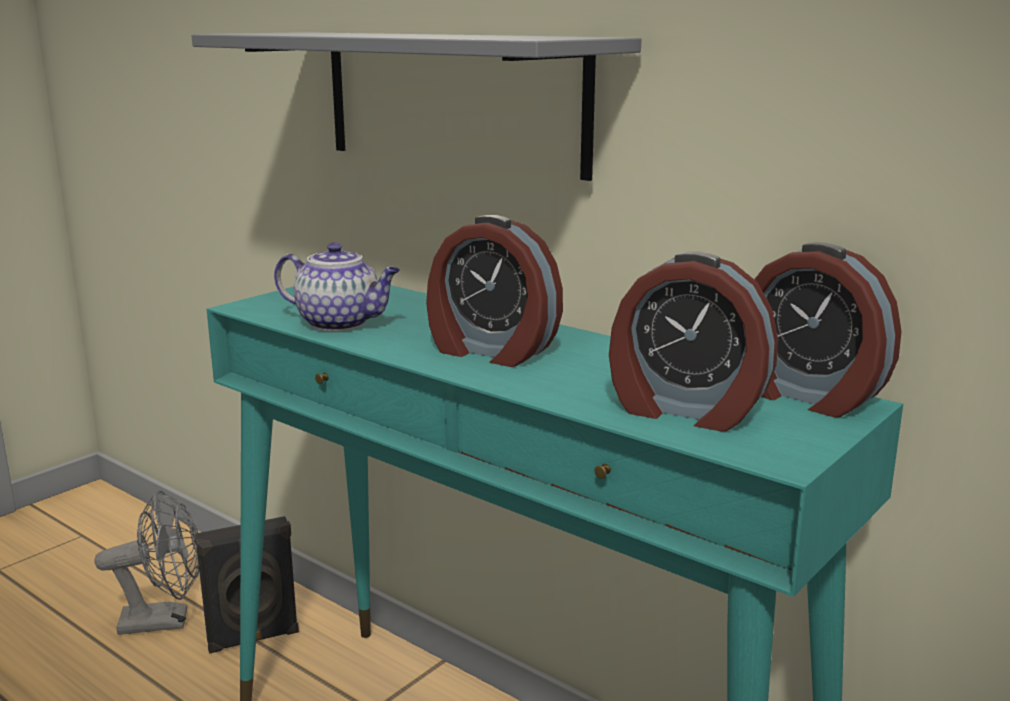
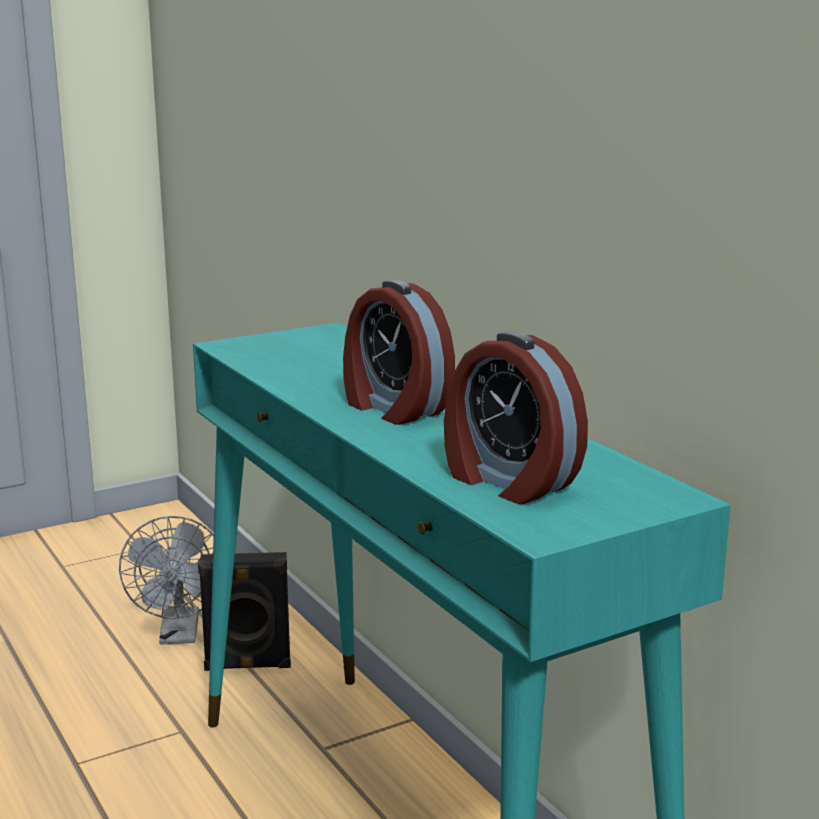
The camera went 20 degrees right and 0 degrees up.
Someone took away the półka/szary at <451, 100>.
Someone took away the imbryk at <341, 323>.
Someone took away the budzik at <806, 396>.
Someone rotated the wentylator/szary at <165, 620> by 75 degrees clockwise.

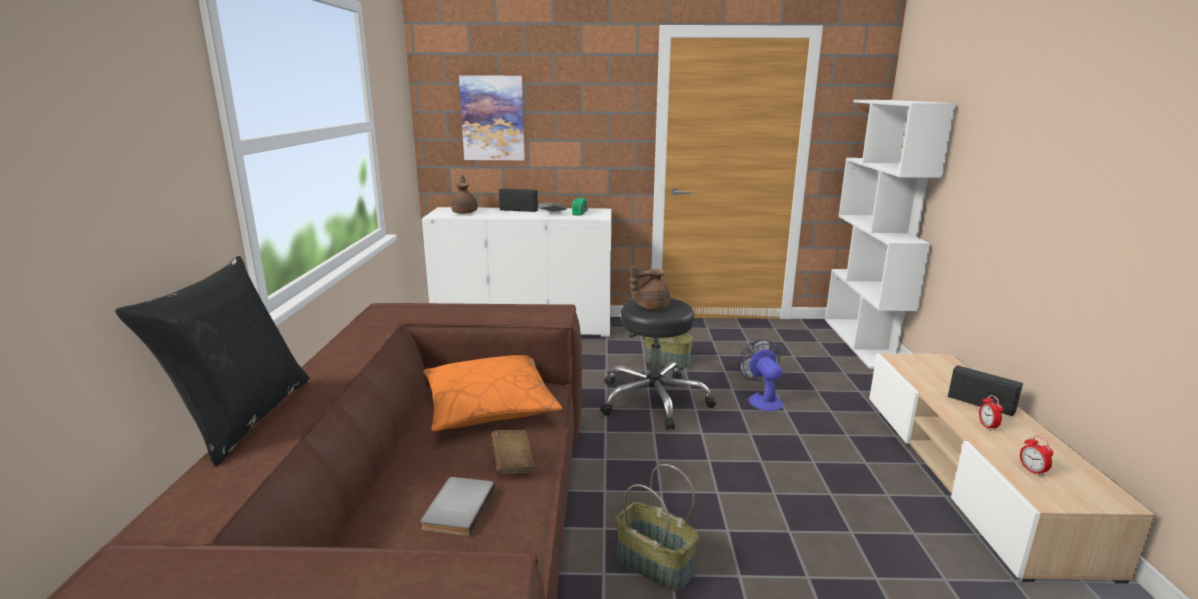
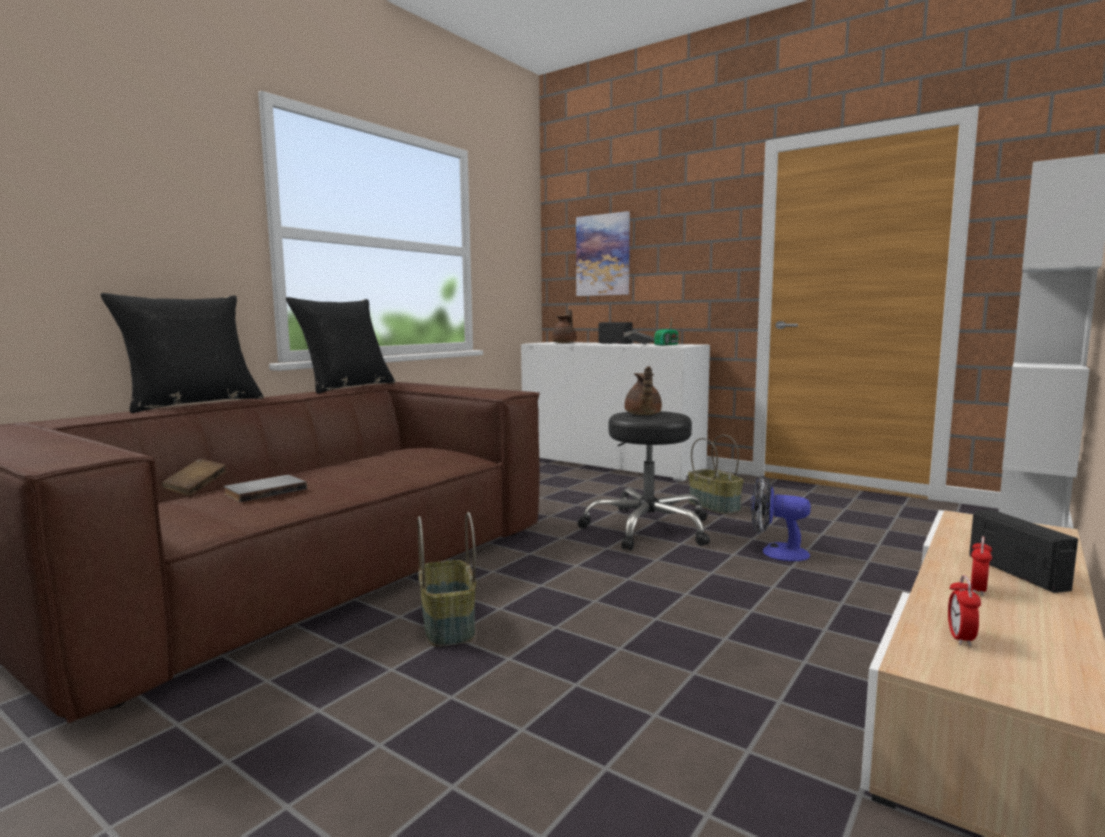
The camera went 35 degrees right and 10 degrees down.
Someone rotated the imbryk/brązowy at <650, 306> by 105 degrees counterclockwise.
Someone rotated the wentylator at <762, 399> by 90 degrees counterclockwise.
Someone took away the poduszka/pomarańczowy at <489, 405>.
Someone carried the książka/brązowy from <512, 463> to <196, 489>.
Someone put down the poduszka/czarny at <346, 387>.

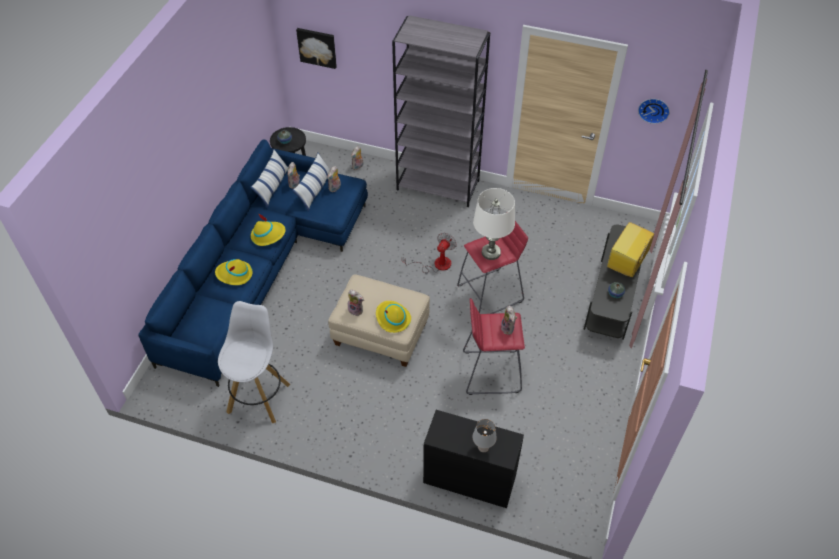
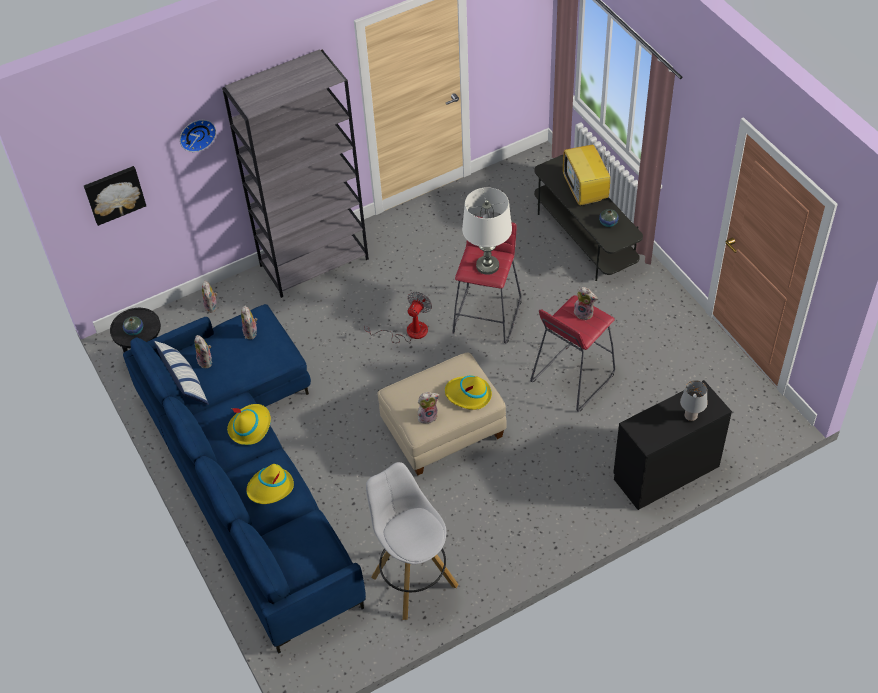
The camera went 45 degrees left and 0 degrees up.
Someone carried the zegar ścienny from <654, 109> to <196, 134>.
Someone took away the poduszka at <314, 190>.
Someone rotated the wentylator at <436, 264> by 45 degrees clockwise.

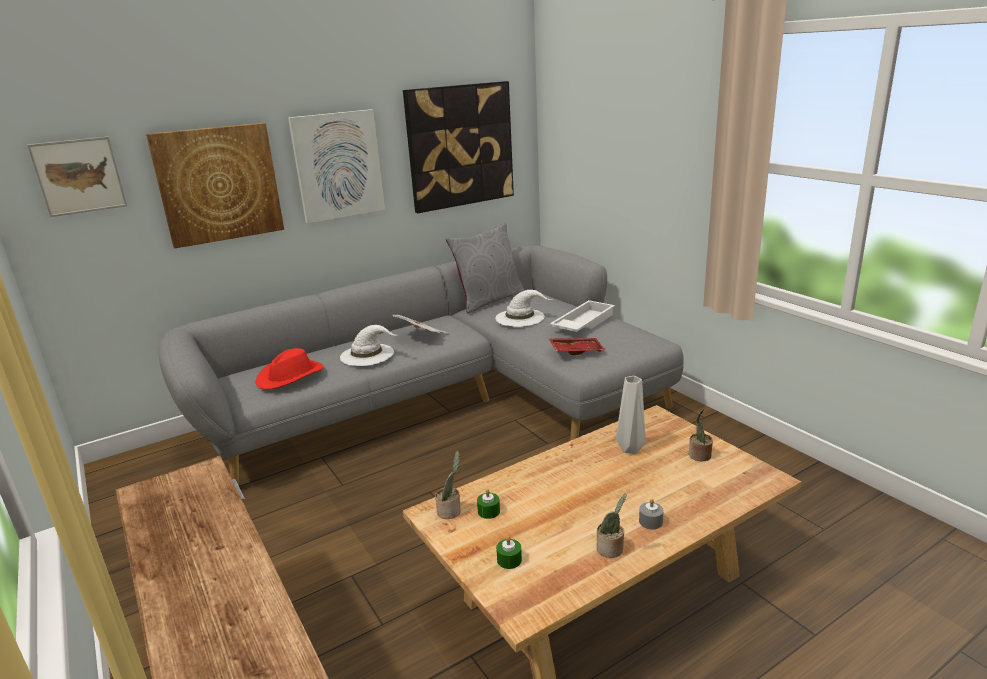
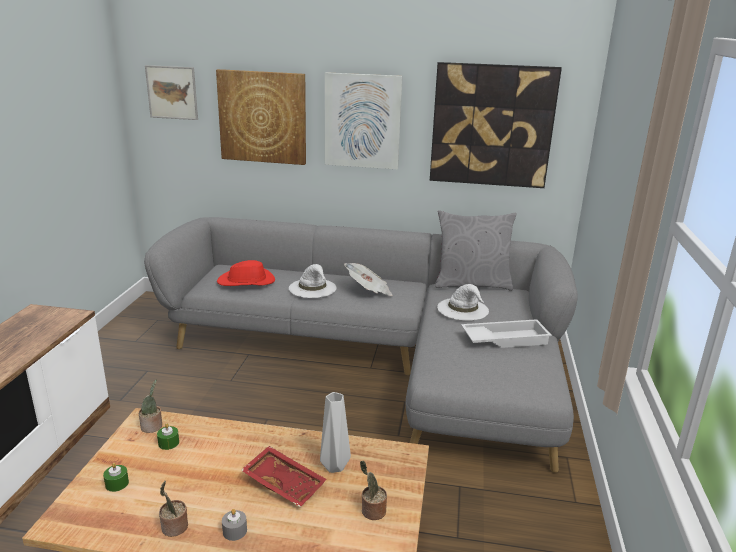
The camera went 40 degrees right and 0 degrees up.
Someone carried the taca/czerwony from <576, 351> to <285, 483>.

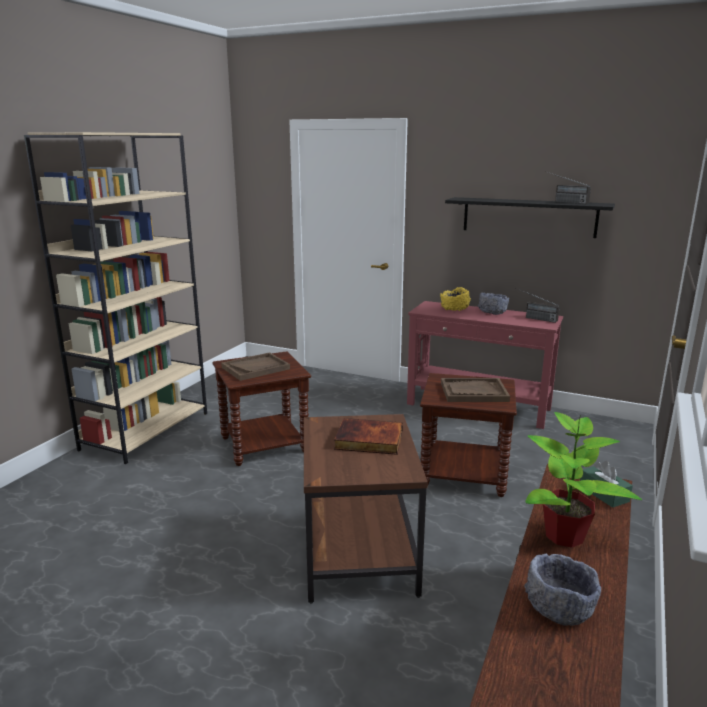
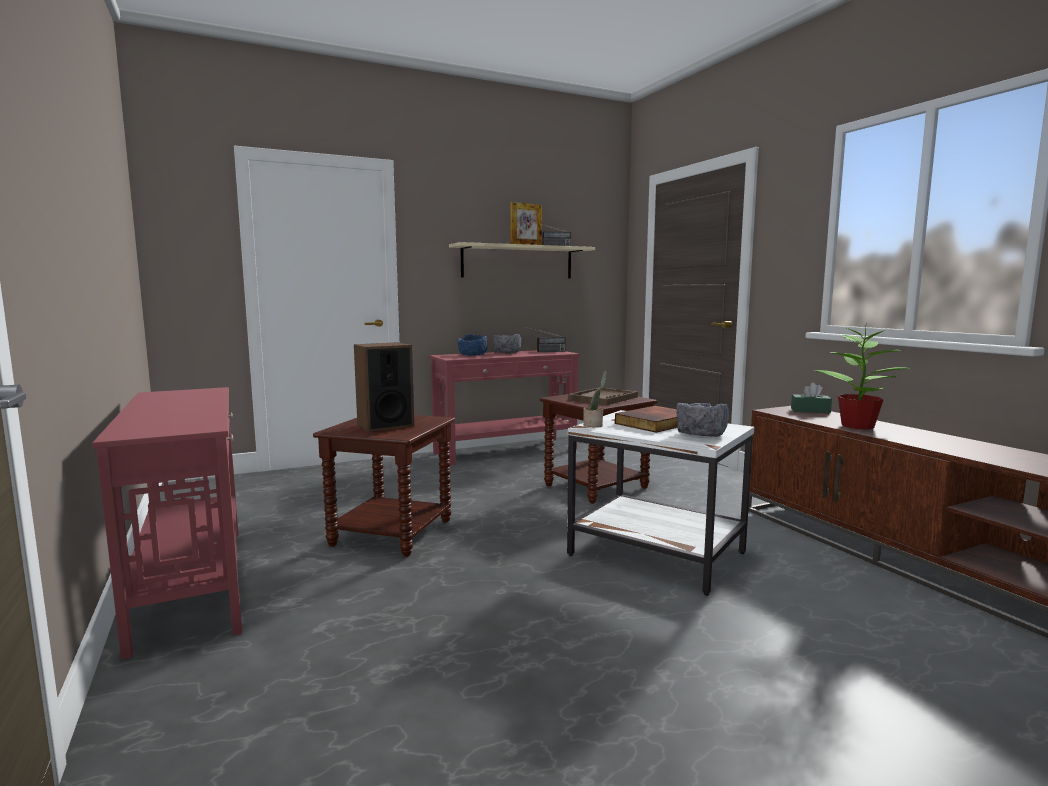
The camera went 50 degrees left and 10 degrees down.
Someone swapped the regał/beżowy at <146, 430> for the stolik konsolowy/czerwony at <193, 581>.
Someone repainted the półka/czarny at <528, 217>, which became the półka/beżowy at <517, 262>.
Someone repainted the miska/żółty at <454, 308>, which became the miska/niebieski at <472, 355>.
Someone swapped the taca/brązowy at <255, 368> for the głośnik at <385, 425>.
Someone repainted the stolik/brązowy at <360, 554>, which became the stolik/biały at <657, 554>.
Someone carried the miska/szary from <559, 607> to <700, 434>.
Someone put down the ramka na zdjęcie at <526, 244>.
Someone put down the roślina doniczkowa at <594, 425>.

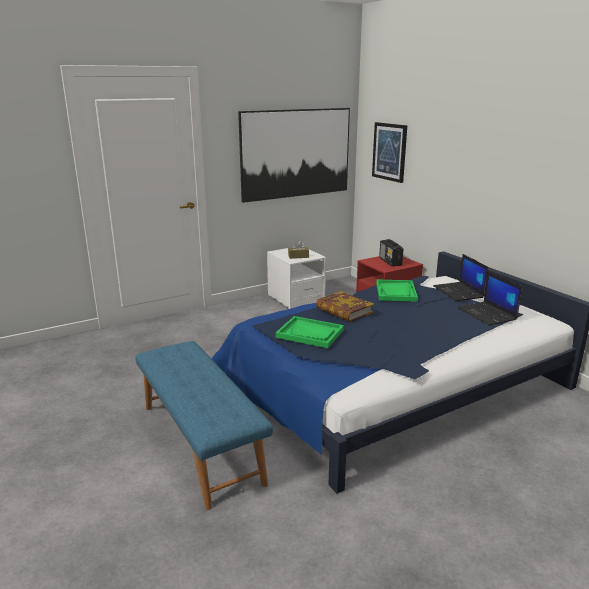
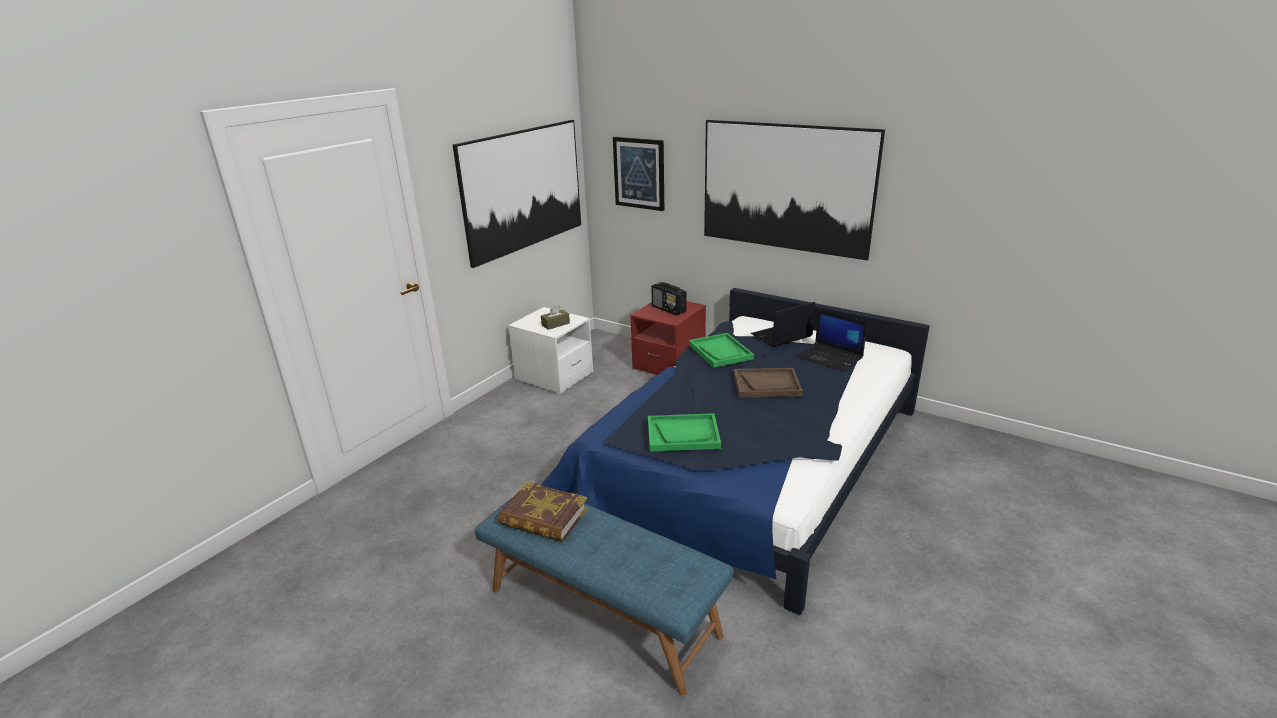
The camera went 25 degrees left and 5 degrees up.
Someone rotated the laptop at <459, 292> by 105 degrees clockwise.
Someone carried the książka from <344, 310> to <543, 517>.
Someone put up the obraz at <785, 187>.
Someone put down the taca/brązowy at <767, 384>.

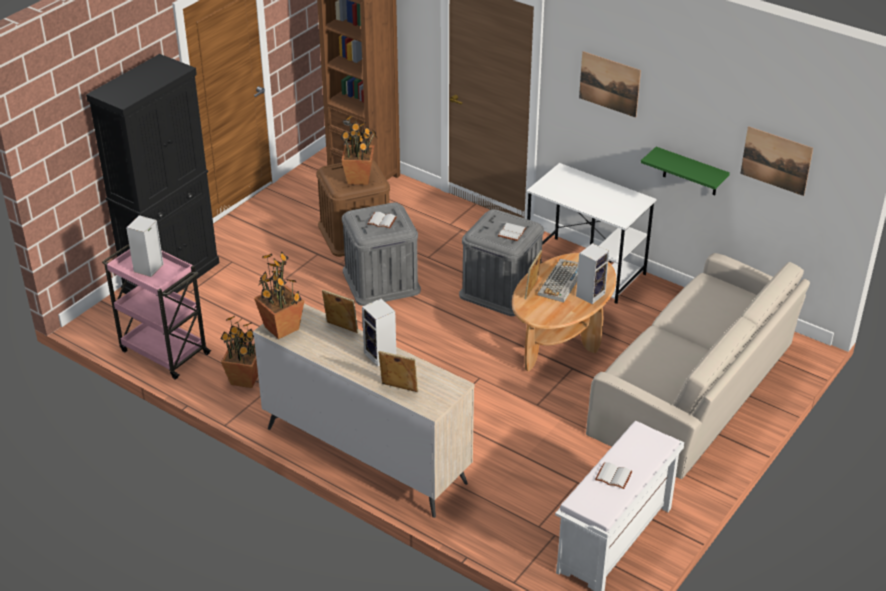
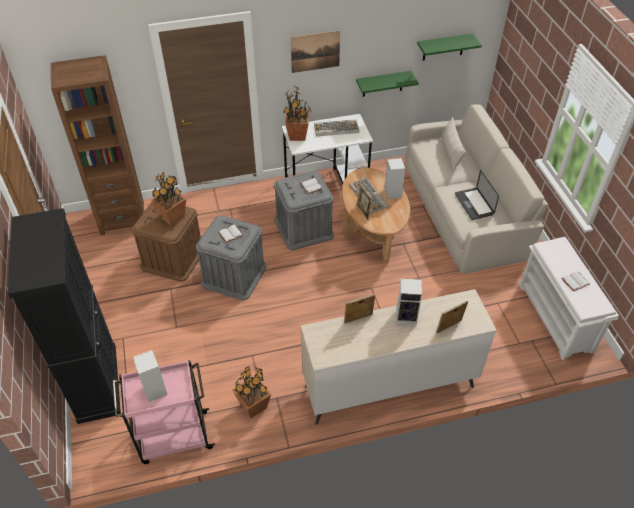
The camera went 50 degrees left and 10 degrees up.
Someone swapped the obraz at <776, 160> for the półka/zielony at <443, 47>.
Someone carried the roślina doniczkowa from <281, 328> to <297, 136>.
Someone put down the poduszka/beżowy at <450, 153>.
Someone put down the klawiatura at <336, 128>.
Someone put down the laptop at <474, 204>.

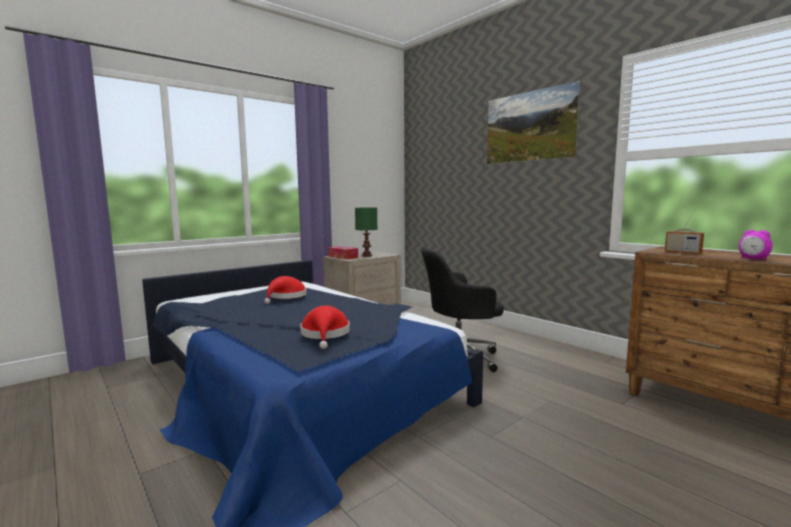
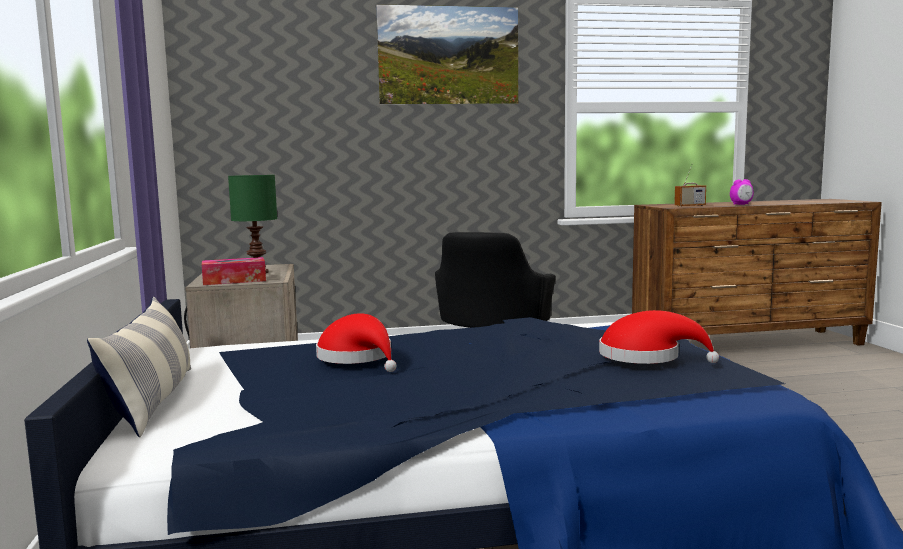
The camera went 60 degrees left and 0 degrees up.
Someone put down the poduszka at <153, 400>.

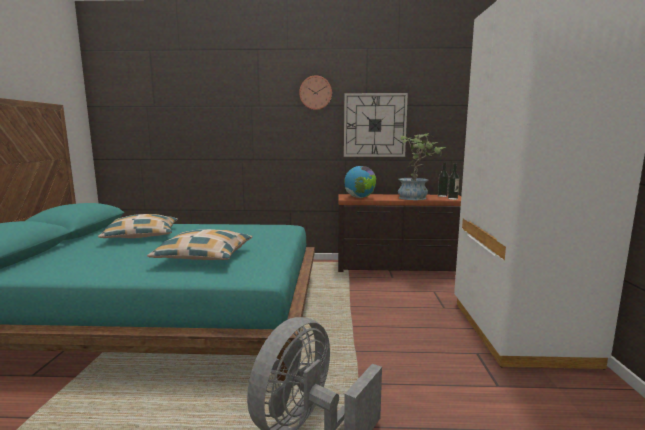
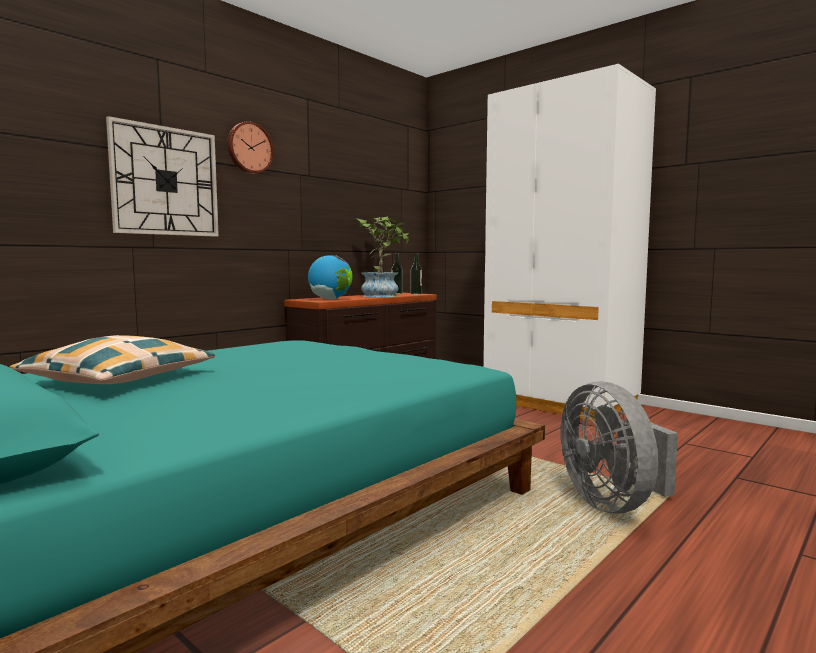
The camera went 50 degrees left and 5 degrees down.
Someone carried the zegar ścienny from <374, 125> to <165, 181>.
Someone took away the poduszka at <205, 256>.

